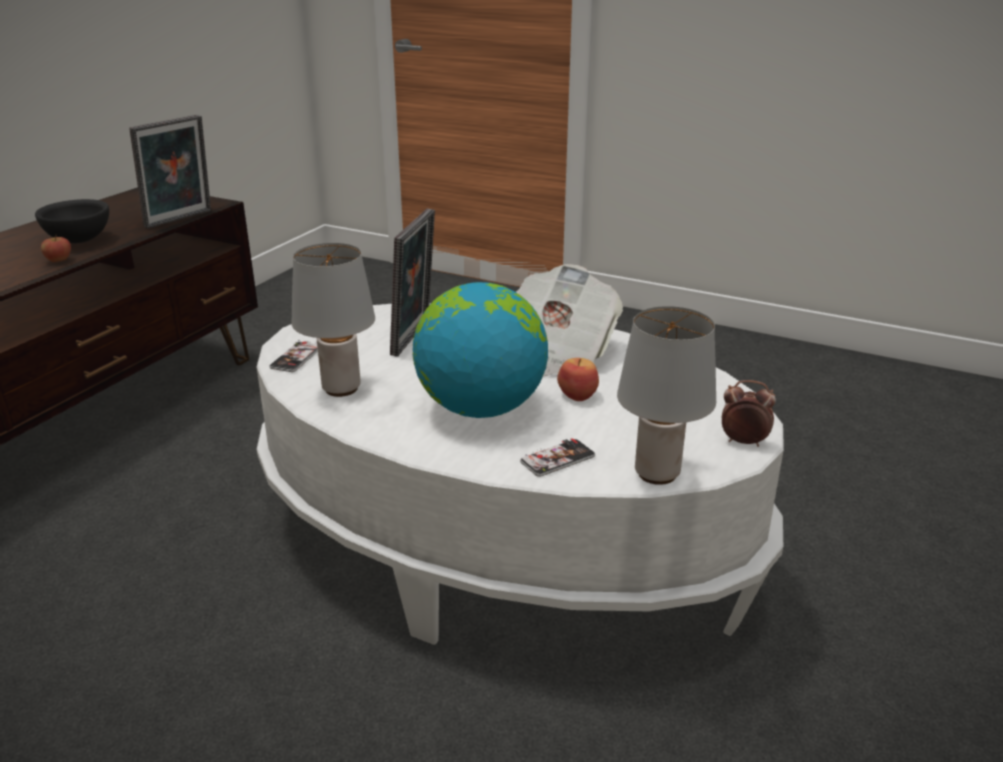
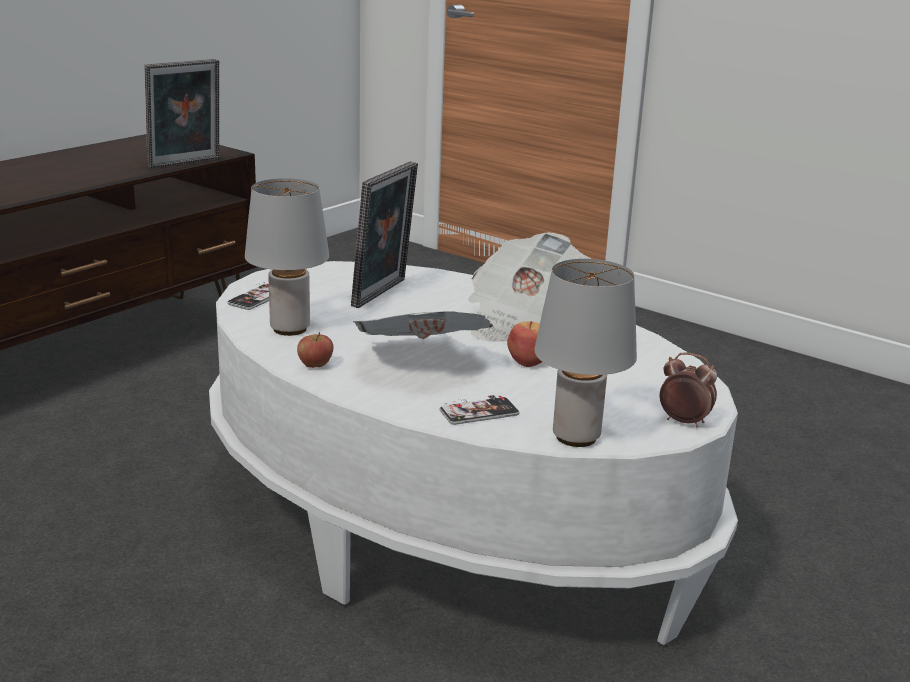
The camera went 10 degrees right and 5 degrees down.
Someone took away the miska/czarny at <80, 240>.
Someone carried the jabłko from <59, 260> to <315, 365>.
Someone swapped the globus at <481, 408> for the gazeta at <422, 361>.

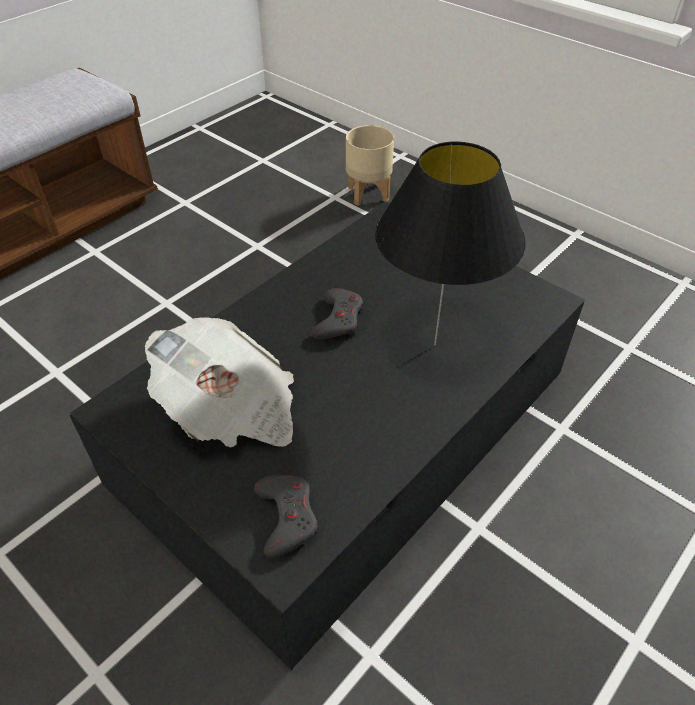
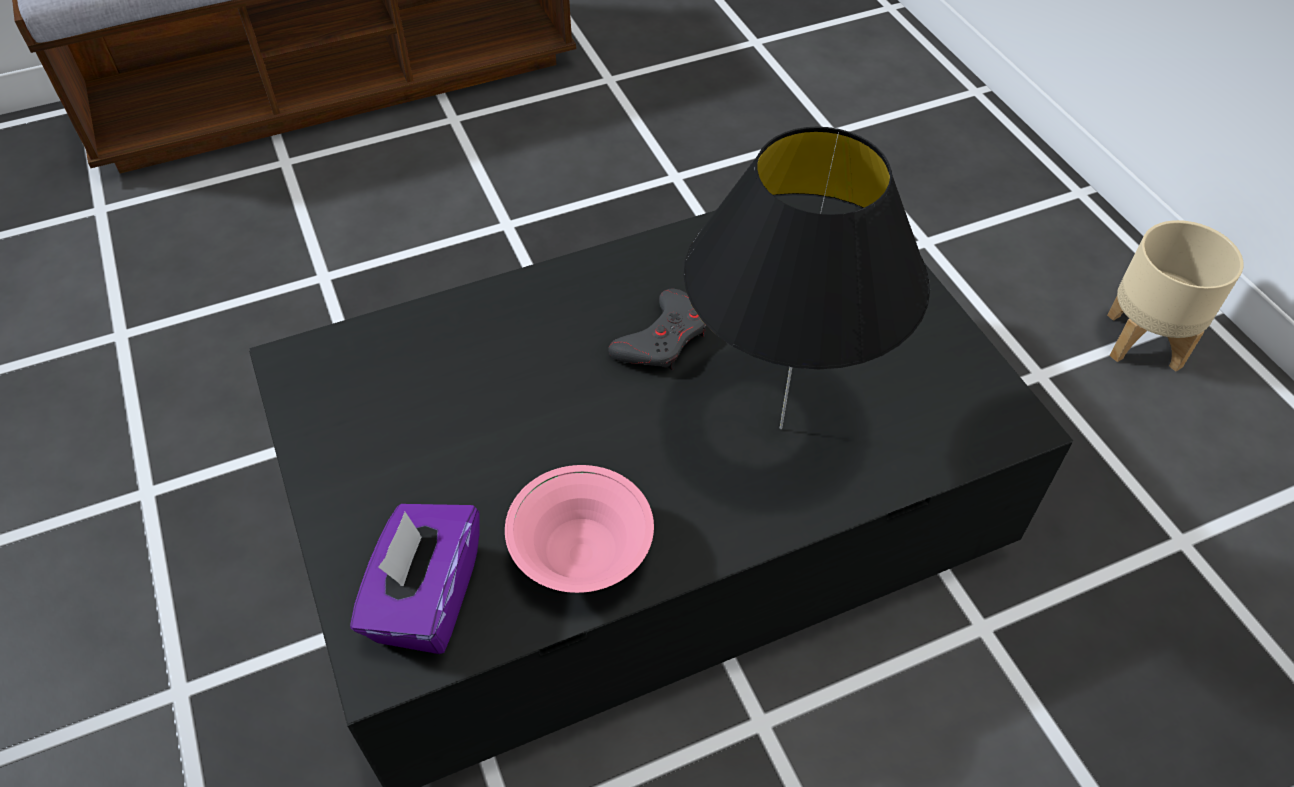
The camera went 25 degrees right and 5 degrees up.
Someone carried the donica/beżowy from <369, 193> to <1145, 341>.
Someone took away the gazeta at <232, 410>.
Someone swapped the pad do gier/szary at <286, 517> for the pudełko chusteczek/fioletowy at <426, 598>.
Someone put down the miska/różowy at <581, 555>.

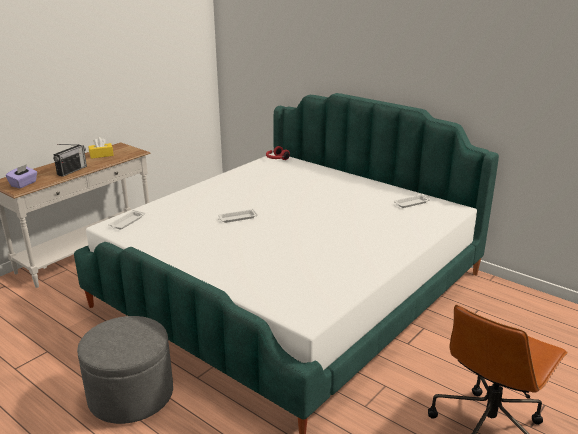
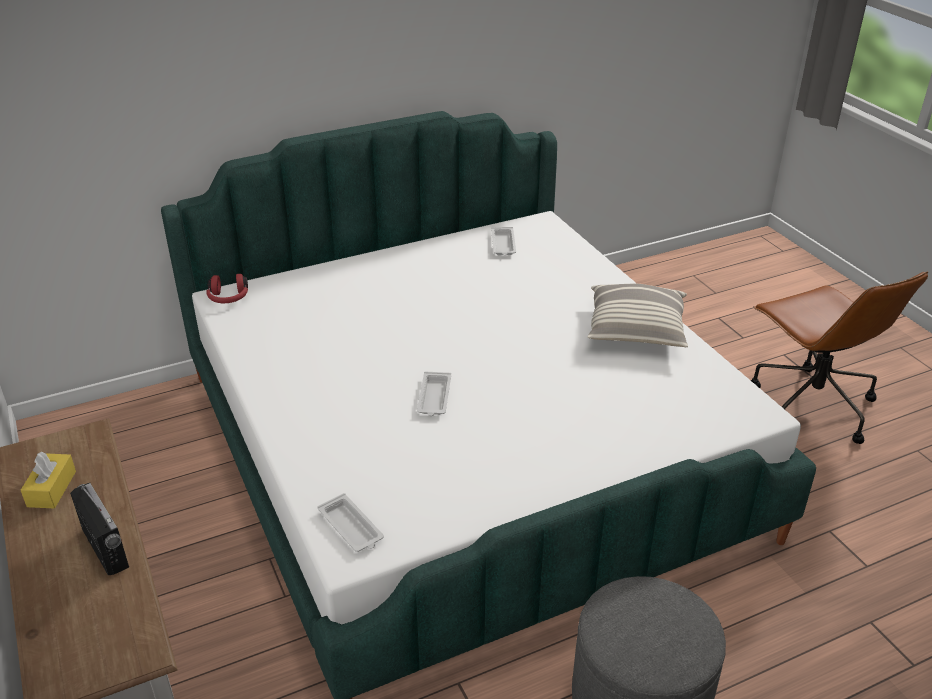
The camera went 65 degrees left and 10 degrees up.
Someone took away the pudełko chusteczek/fioletowy at <24, 184>.
Someone put down the poduszka at <636, 331>.

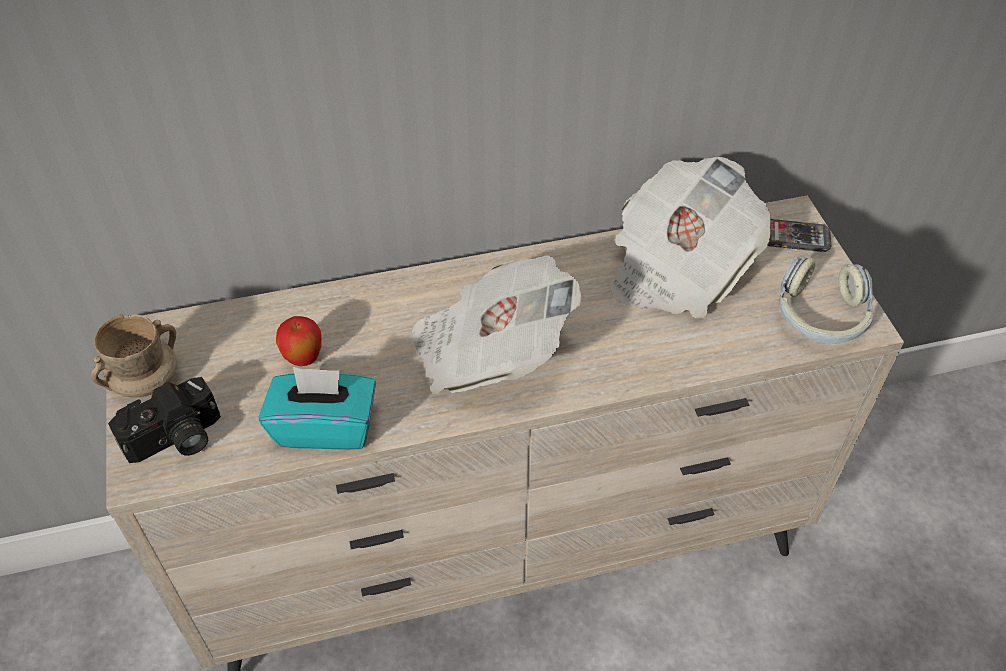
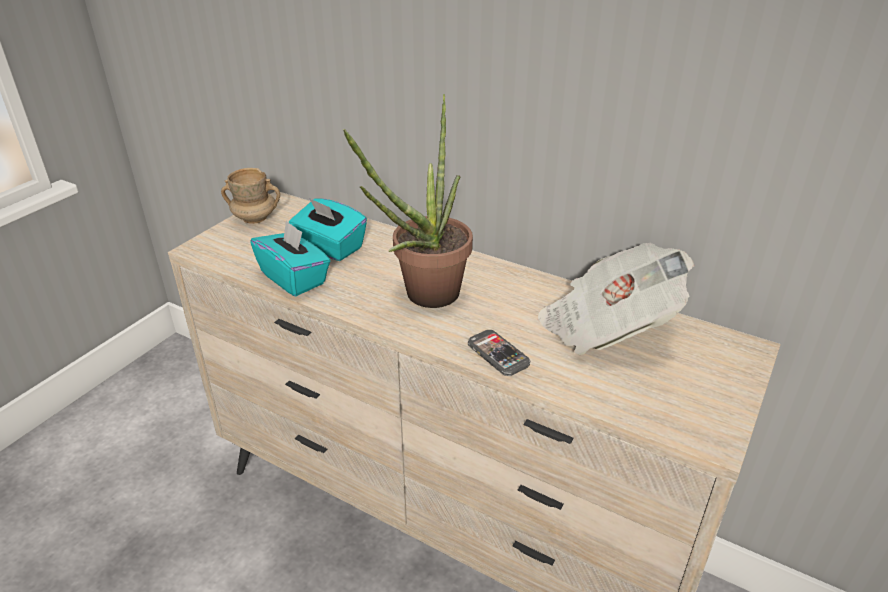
The camera went 45 degrees right and 15 degrees down.
Someone carried the telefon from <794, 237> to <498, 354>.
Someone swapped the gazeta at <490, 352> for the roślina doniczkowa at <423, 298>.
Someone took away the słuchawki at <820, 316>.
Someone swapped the jabłko at <304, 359> for the pudełko chusteczek/turkusowy at <329, 247>.
Someone took away the aparat fotograficzny at <175, 440>.

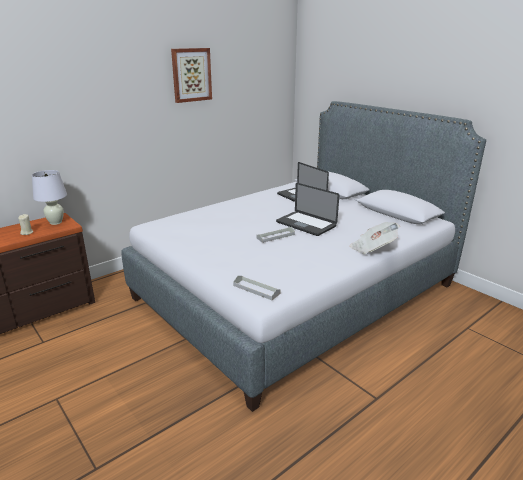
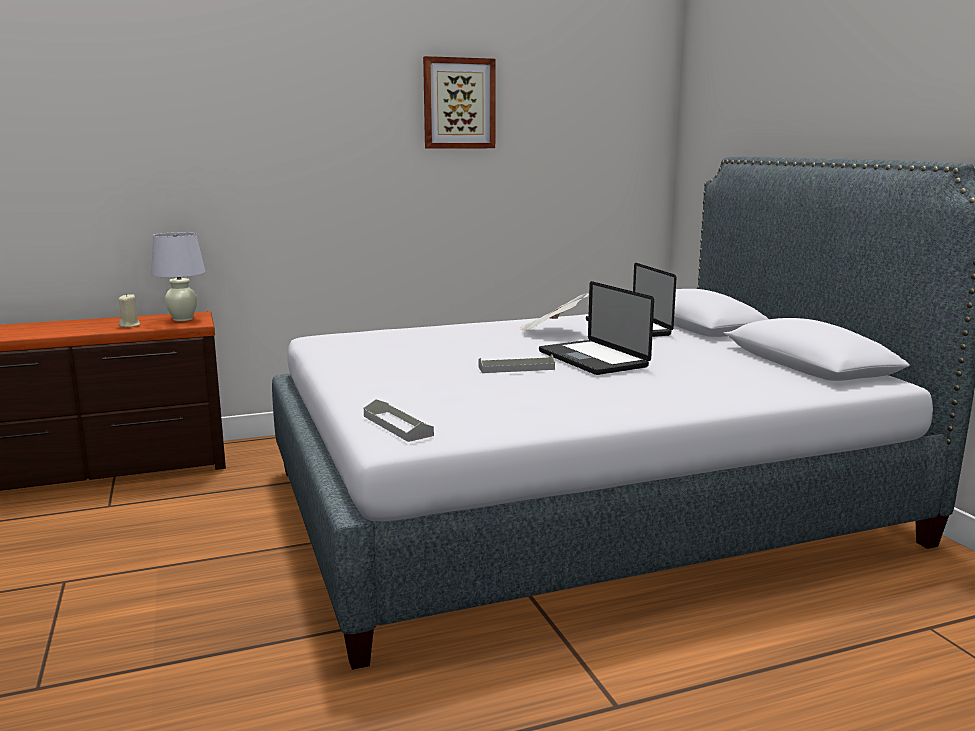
The camera went 20 degrees right and 10 degrees down.
Someone carried the gazeta from <372, 248> to <551, 332>.

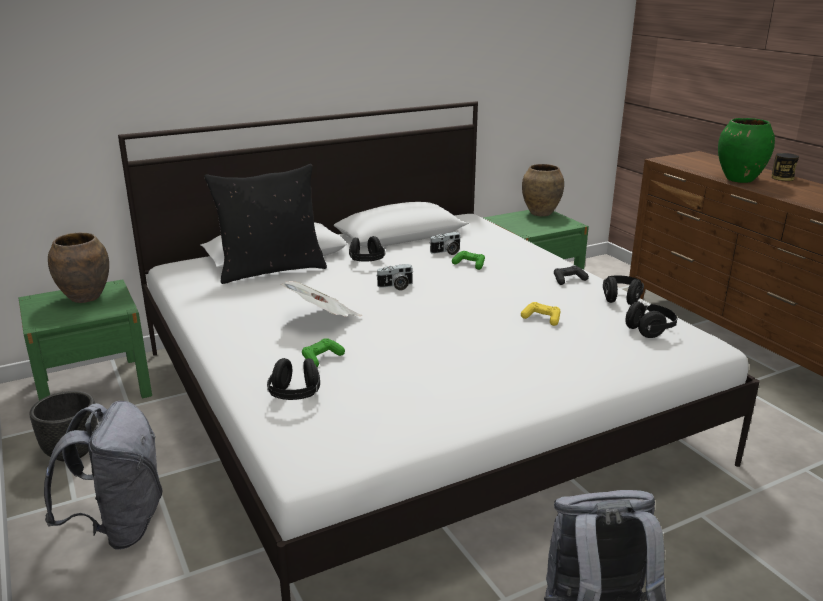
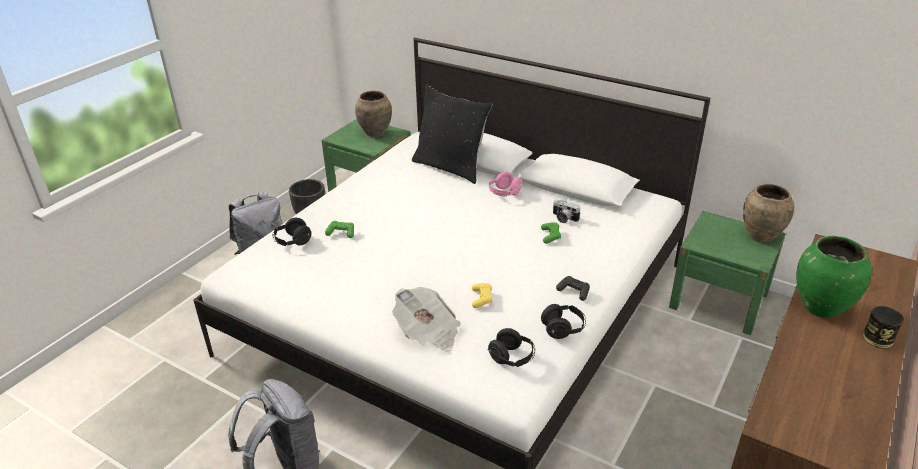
The camera went 60 degrees right and 10 degrees up.
Someone repainted the słuchawki/czarny at <366, 262>, which became the słuchawki/różowy at <504, 194>.
Someone took away the aparat fotograficzny at <396, 286>.
Someone carried the gazeta from <323, 318> to <428, 333>.

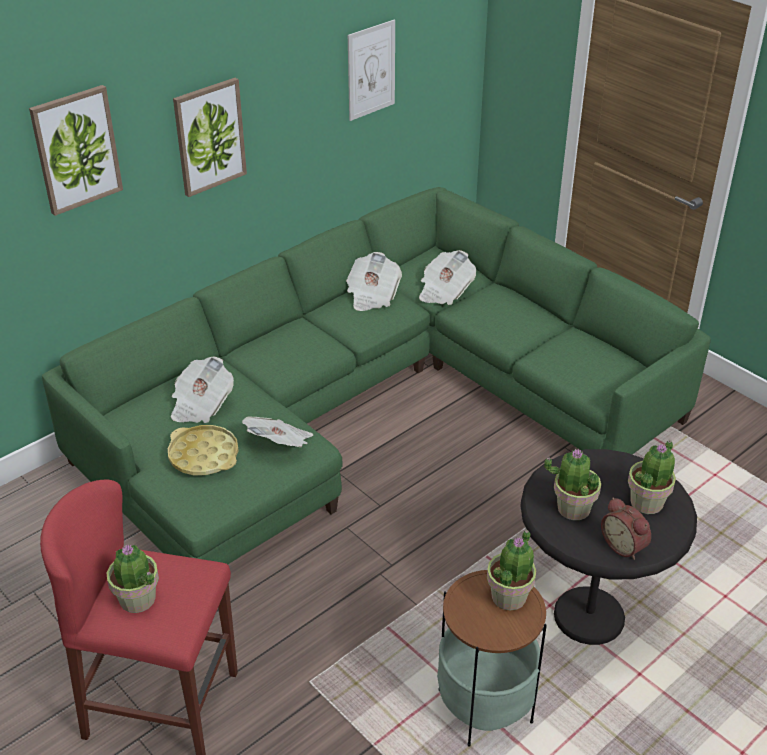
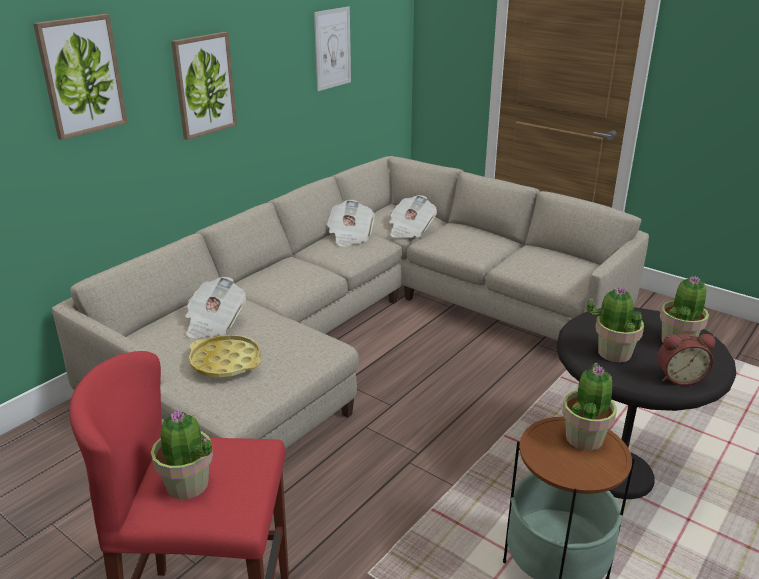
The camera went 10 degrees left and 10 degrees down.
Someone repainted the kanapa/zielony at <370, 406>, which became the kanapa/beżowy at <359, 331>.
Someone took away the gazeta at <280, 445>.
Someone rotated the budzik at <624, 545> by 45 degrees counterclockwise.

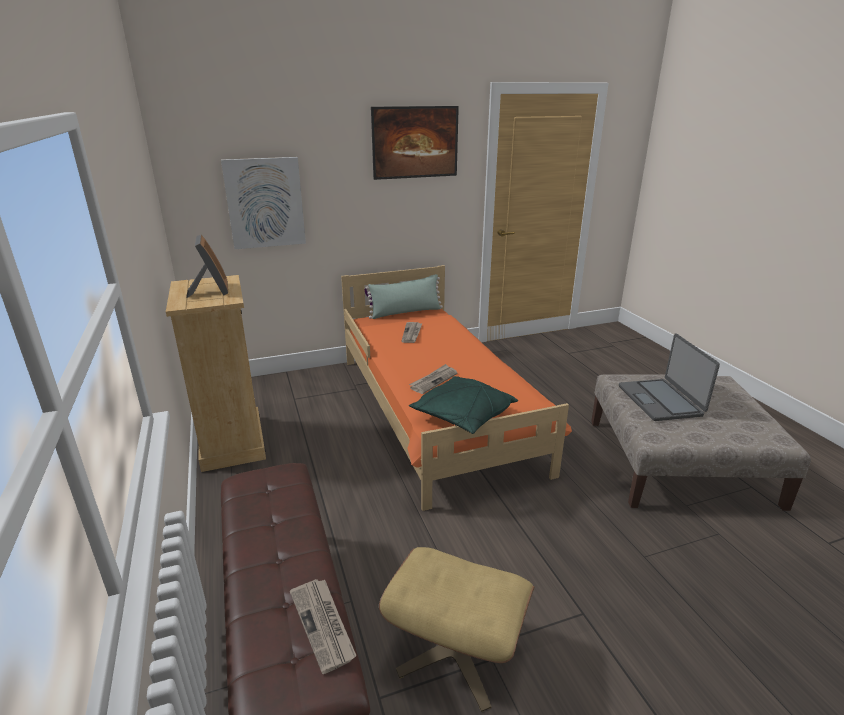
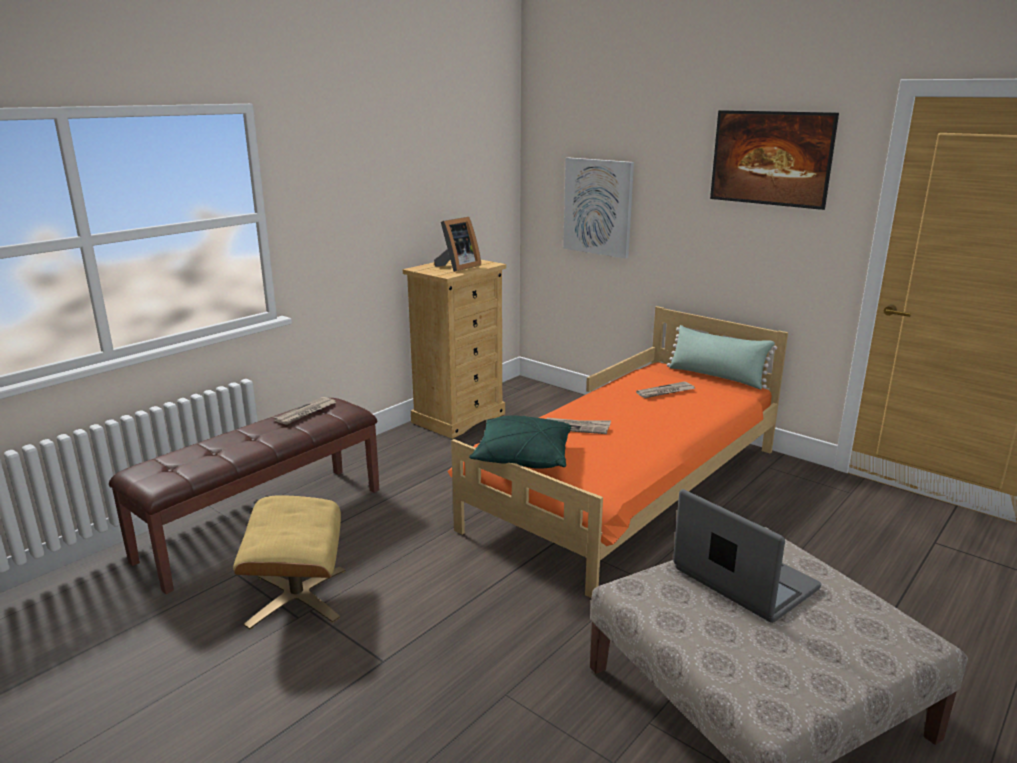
The camera went 60 degrees right and 5 degrees down.
Someone rotated the laptop at <660, 400> by 90 degrees clockwise.
Someone carried the gazeta from <323, 625> to <306, 413>.

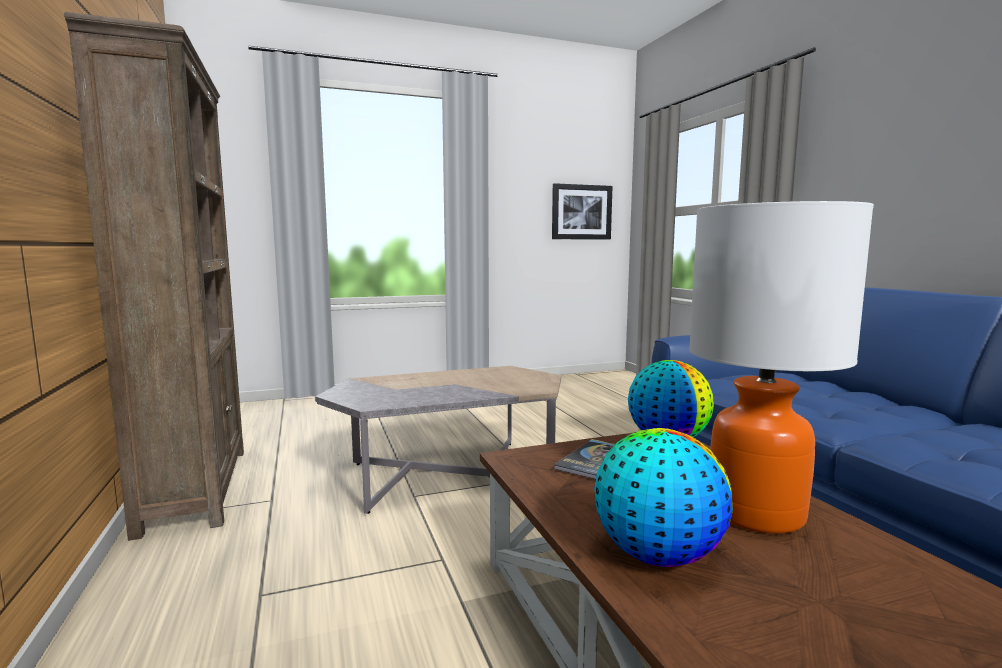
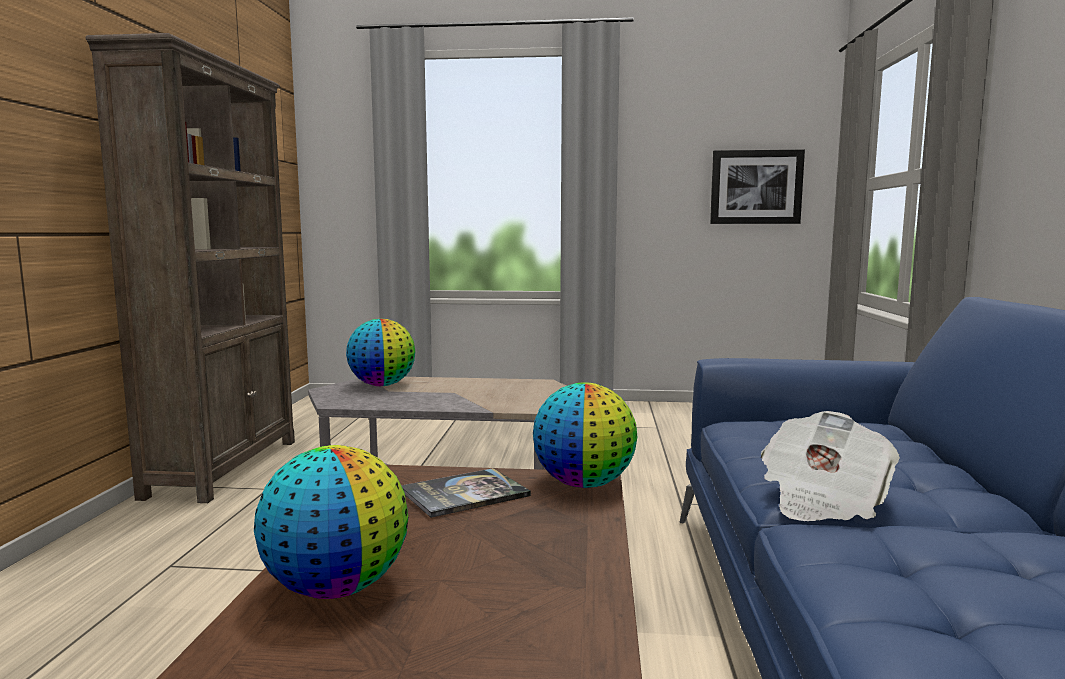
The camera went 25 degrees right and 0 degrees up.
Someone took away the lampa stołowa at <755, 512>.
Someone put down the globus at <382, 385>.
Someone put down the gazeta at <822, 500>.

